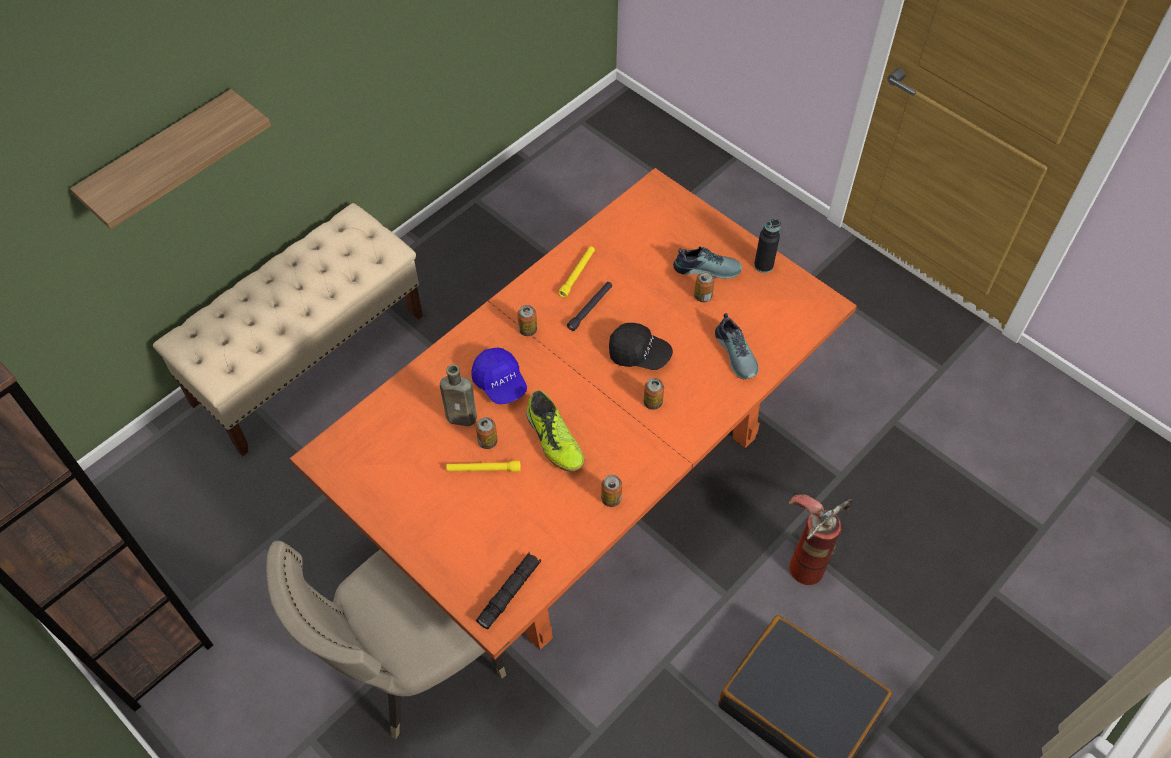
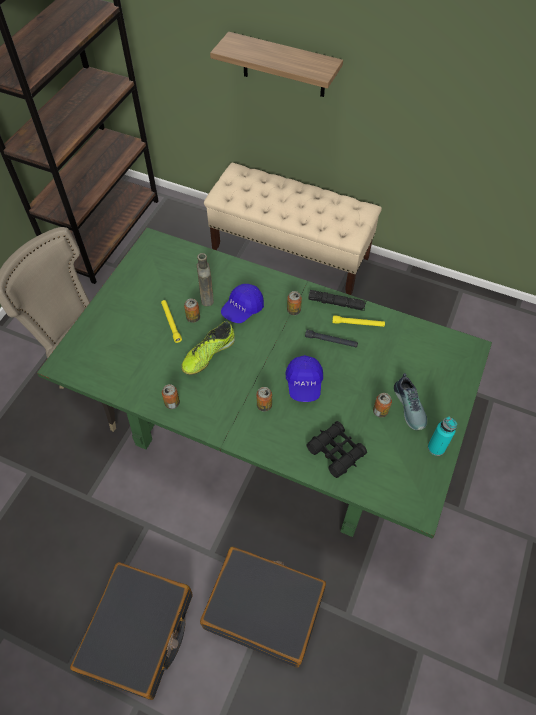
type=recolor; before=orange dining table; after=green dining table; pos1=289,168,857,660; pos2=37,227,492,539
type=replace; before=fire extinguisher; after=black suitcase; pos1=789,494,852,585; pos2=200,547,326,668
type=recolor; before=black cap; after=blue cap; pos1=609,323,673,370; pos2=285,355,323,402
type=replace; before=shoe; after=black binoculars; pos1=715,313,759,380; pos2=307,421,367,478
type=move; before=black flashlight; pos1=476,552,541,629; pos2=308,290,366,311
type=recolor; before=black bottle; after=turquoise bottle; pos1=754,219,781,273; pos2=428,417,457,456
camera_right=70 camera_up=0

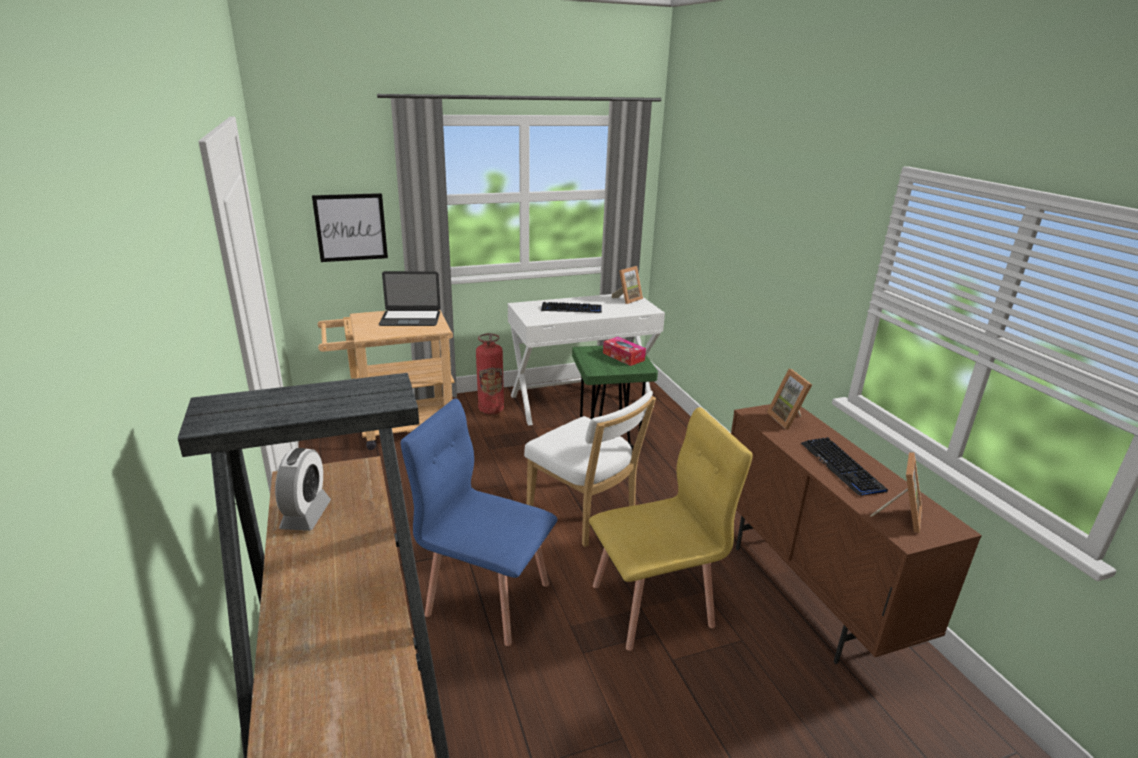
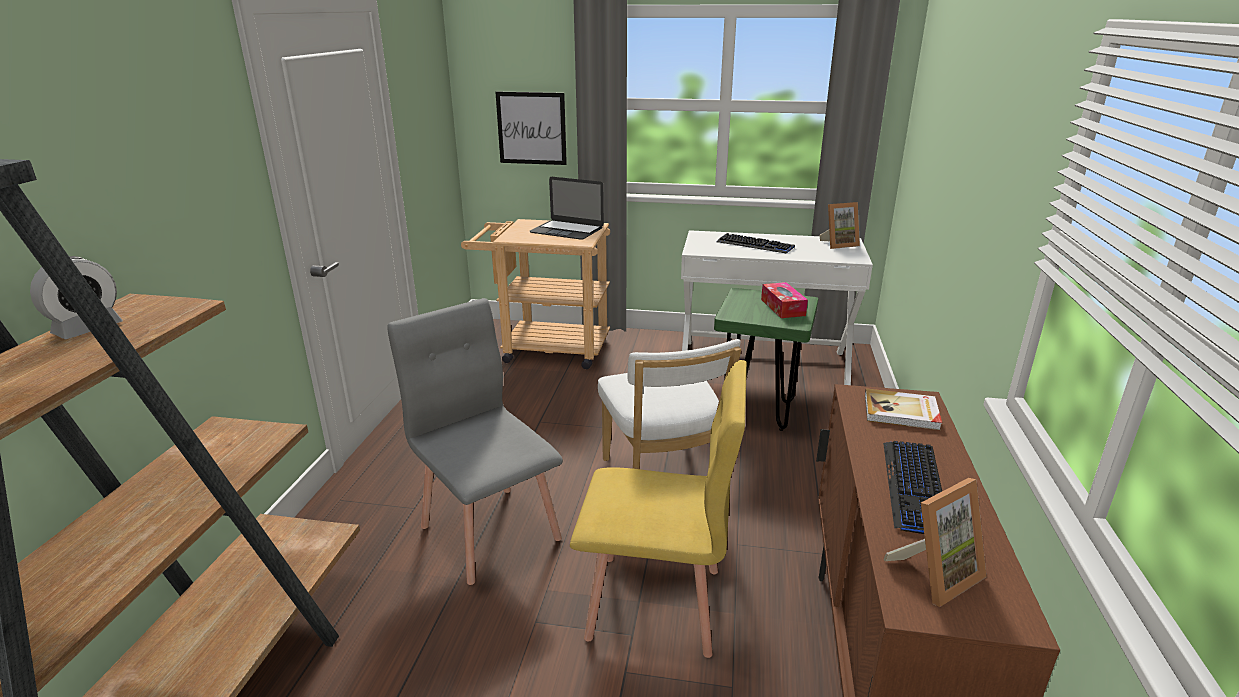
type=recolor; before=blue chair; after=grey chair; pos1=401,398,557,646; pos2=387,298,563,585
type=replace; before=picture frame; after=book; pos1=767,369,812,430; pos2=865,388,942,430
type=delete; before=fire extinguisher; pos1=476,333,504,414
camera_right=30 camera_up=0

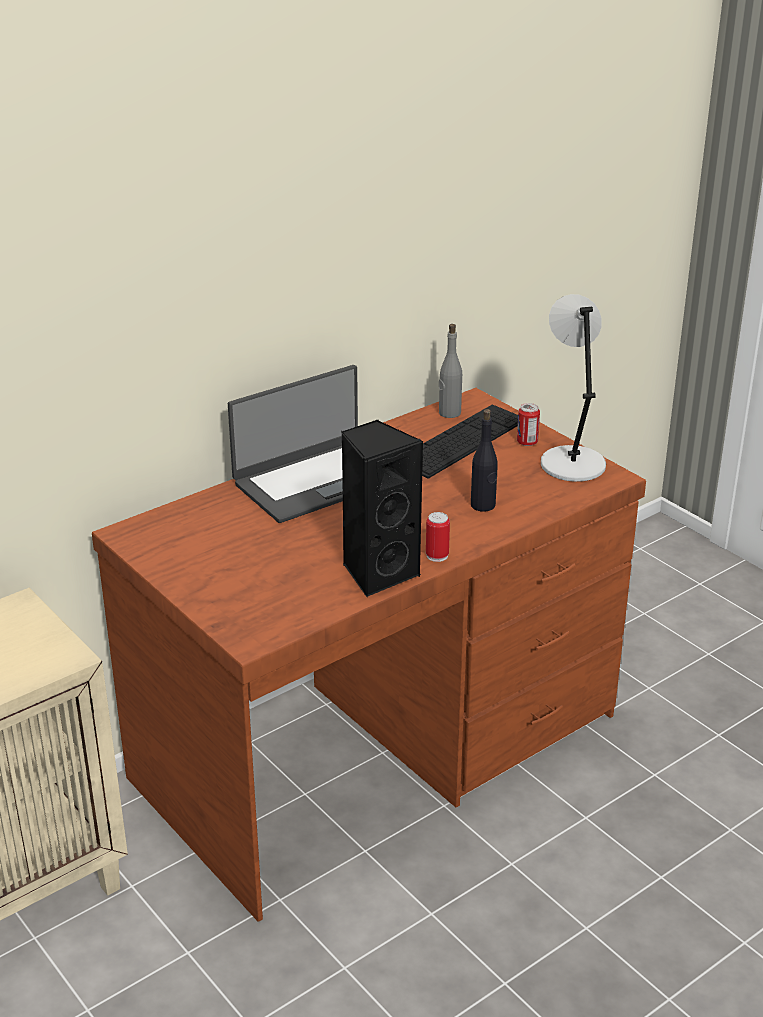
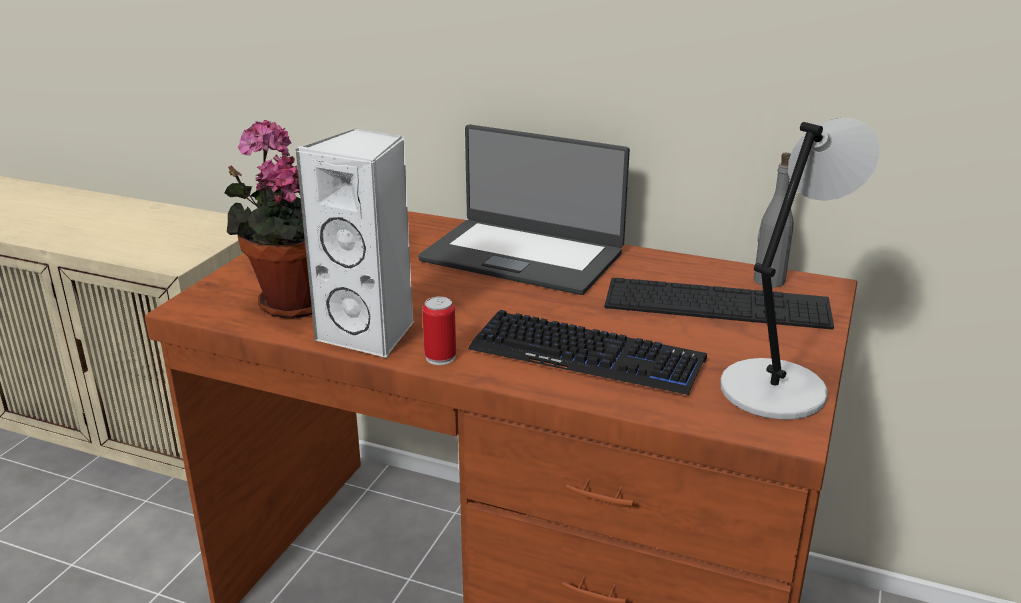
type=insert; after=potted plant; pos2=224,120,312,318
type=recolor; before=black speaker; after=white speaker; pos1=341,419,423,598; pos2=294,129,414,360
type=replace; before=black bottle; after=keyboard; pos1=471,409,498,512; pos2=468,310,707,395
type=delete; before=can; pos1=517,403,540,446
camera_right=60 camera_up=-5

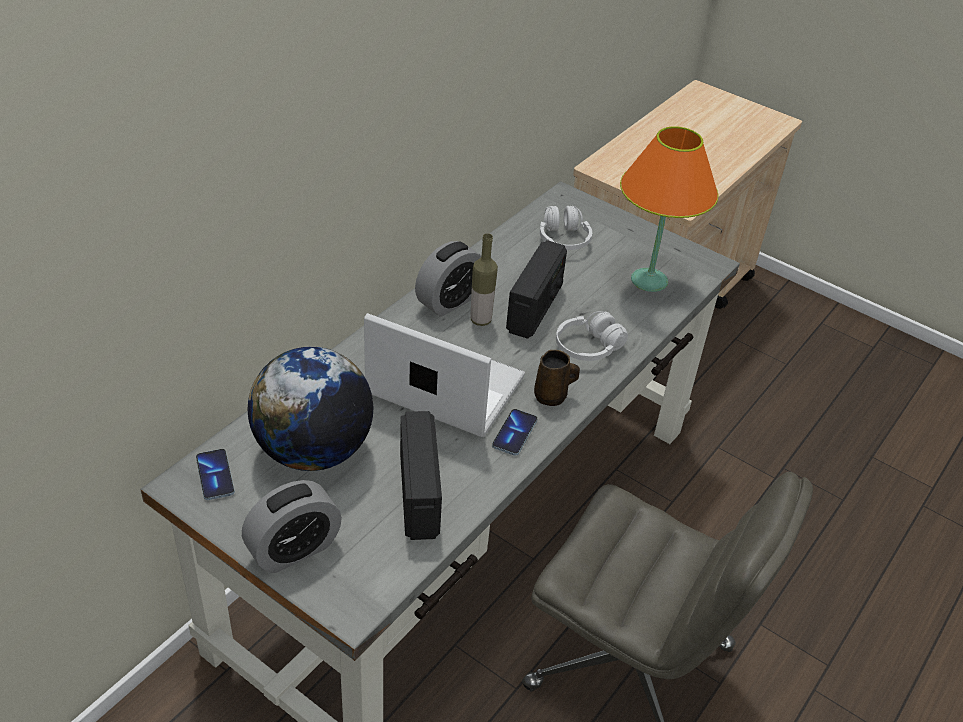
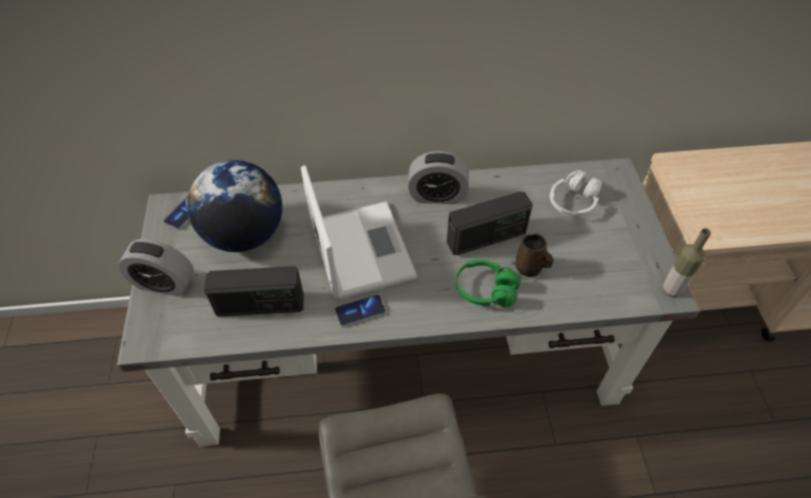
type=rotate; before=radio; pos1=400,411,442,540; pos2=204,266,304,317; turn=45
type=recolor; before=white headphones; after=green headphones; pos1=556,311,628,361; pos2=456,260,521,307
type=move; before=brown mug; pos1=534,350,580,406; pos2=515,234,554,277
type=move; before=bottle; pos1=470,233,498,326; pos2=663,228,711,297
type=delete; before=orange table lamp; pos1=620,126,718,292
camera_right=50 camera_up=10

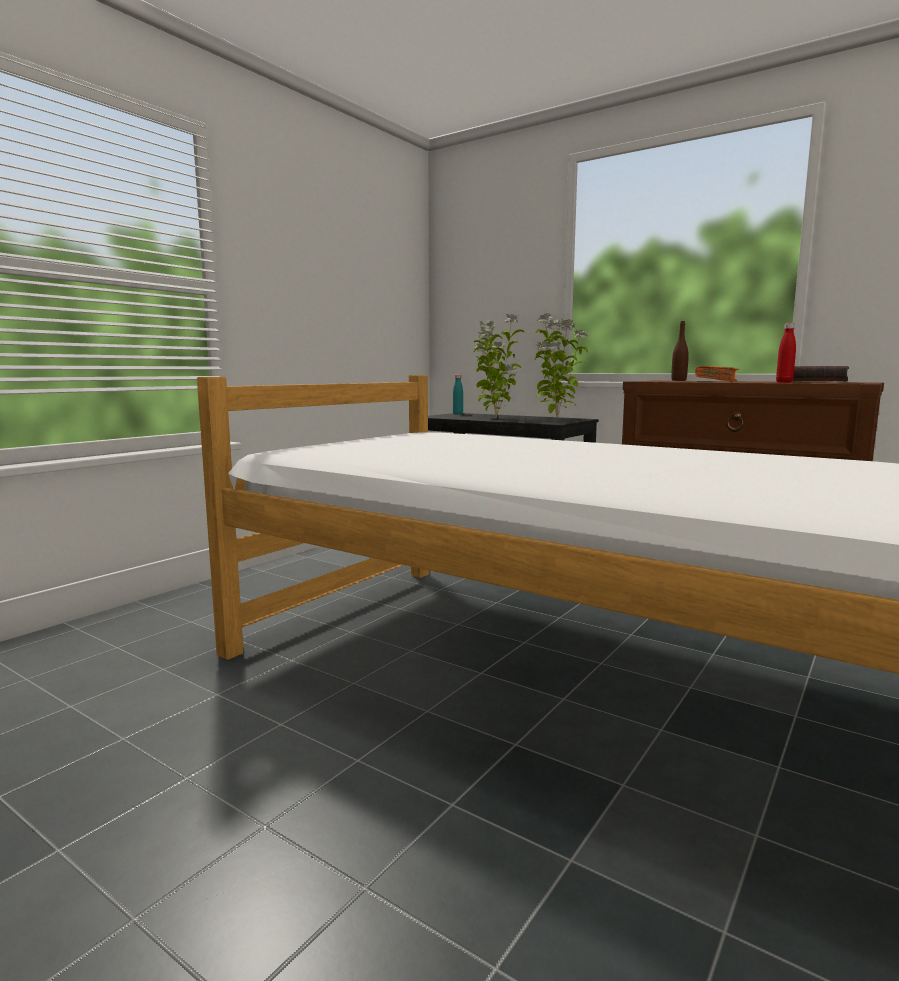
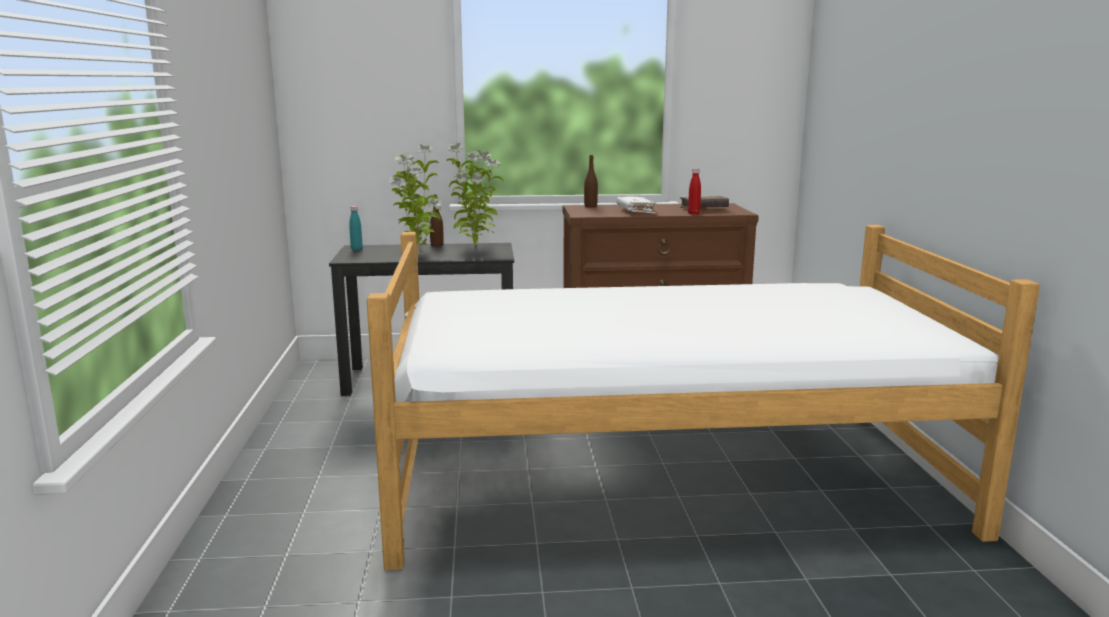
type=insert; after=brown bottle; pos2=430,195,444,247
type=recolor; before=orange book; after=white book; pos1=695,366,739,382; pos2=616,196,657,214
camera_right=-40 camera_up=5

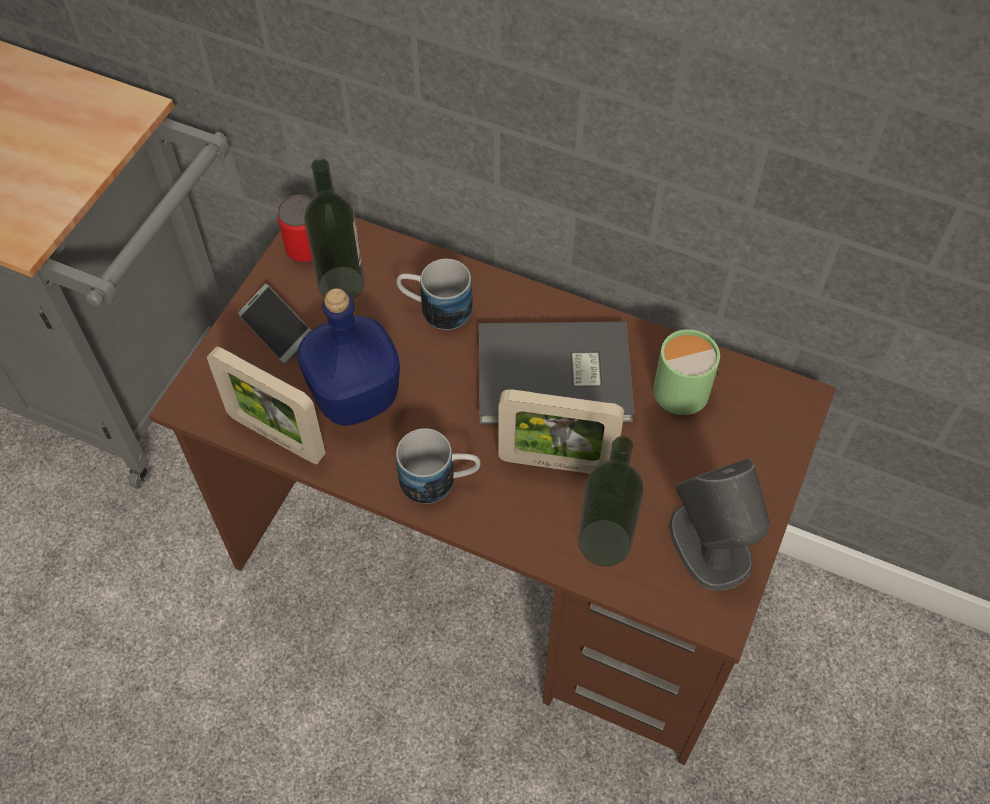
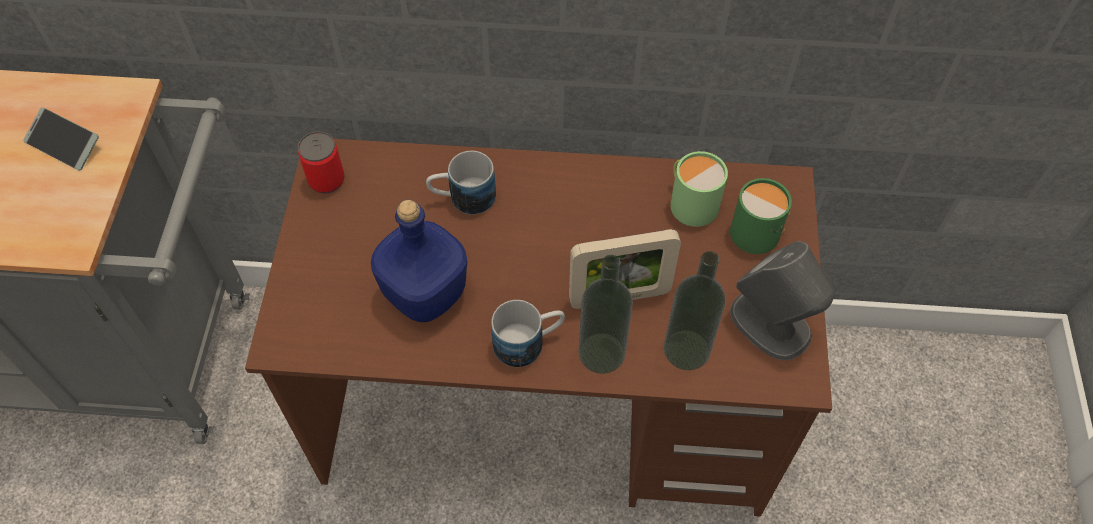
type=move; before=phone; pos1=238,284,312,363; pos2=23,107,99,170
type=move; before=bottle; pos1=304,159,364,299; pos2=578,255,633,374
type=insert; after=green mug; pos2=730,178,792,254
type=delete; before=picture frame; pos1=207,347,326,464
type=delete; before=grey book; pos1=479,322,634,424
camera_right=-20 camera_up=0

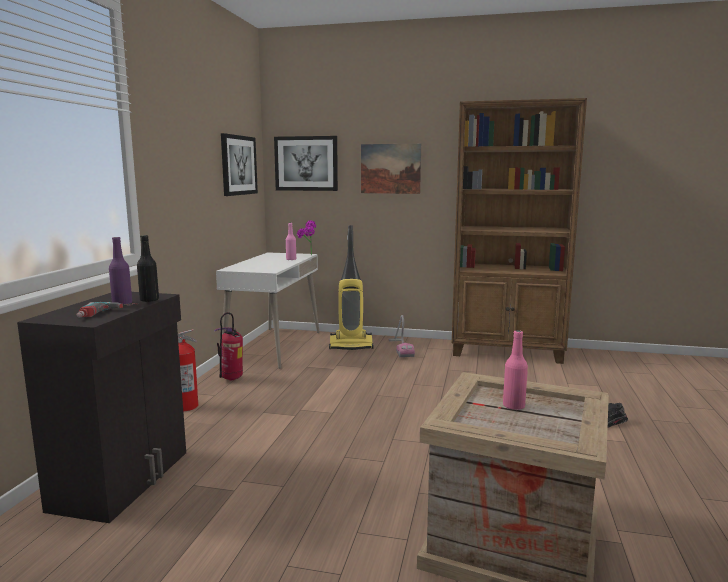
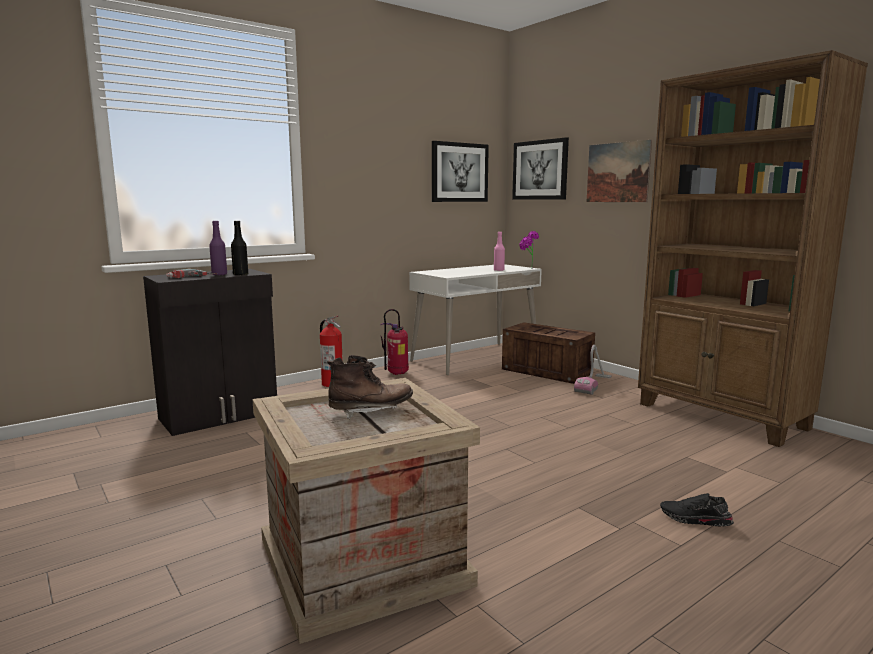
type=replace; before=pink bottle; after=brown boot; pos1=503,330,528,410; pos2=327,355,413,419
type=replace; before=vacuum cleaner; after=crate; pos1=329,225,373,350; pos2=502,322,595,384
camera_right=40 camera_up=0

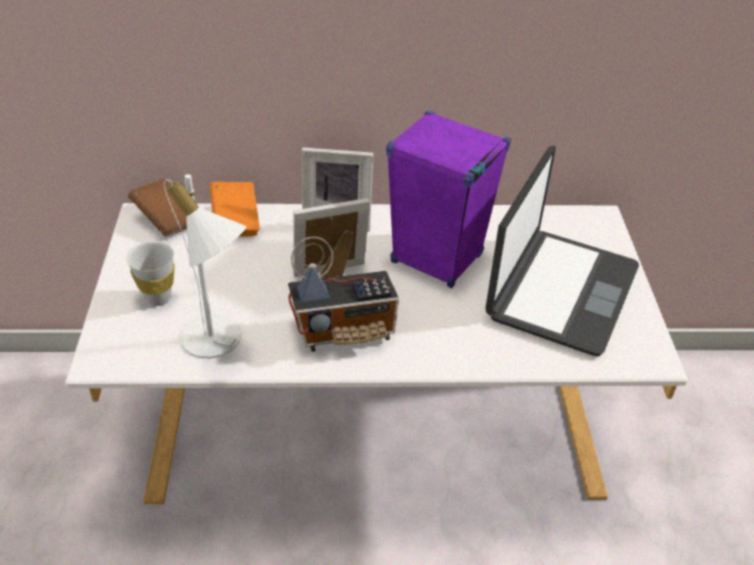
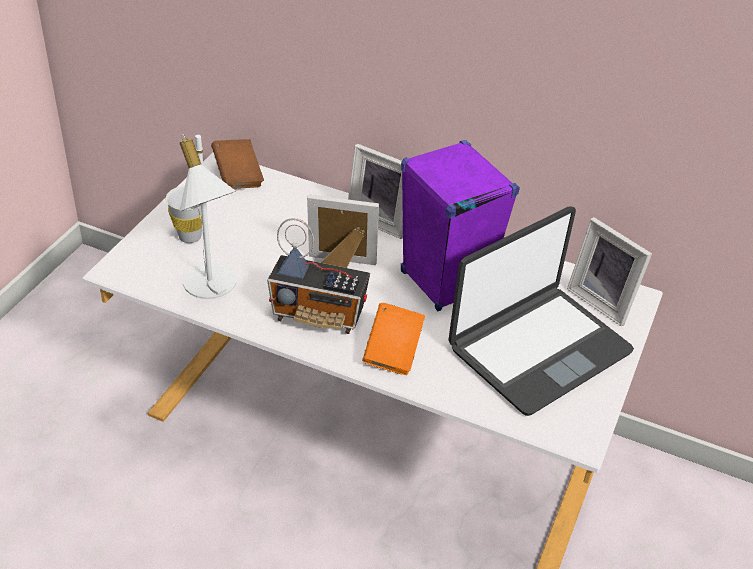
type=move; before=orange book; pos1=210,182,260,236; pos2=362,303,425,375
type=insert; after=picture frame; pos2=567,217,652,326
camera_right=25 camera_up=0

